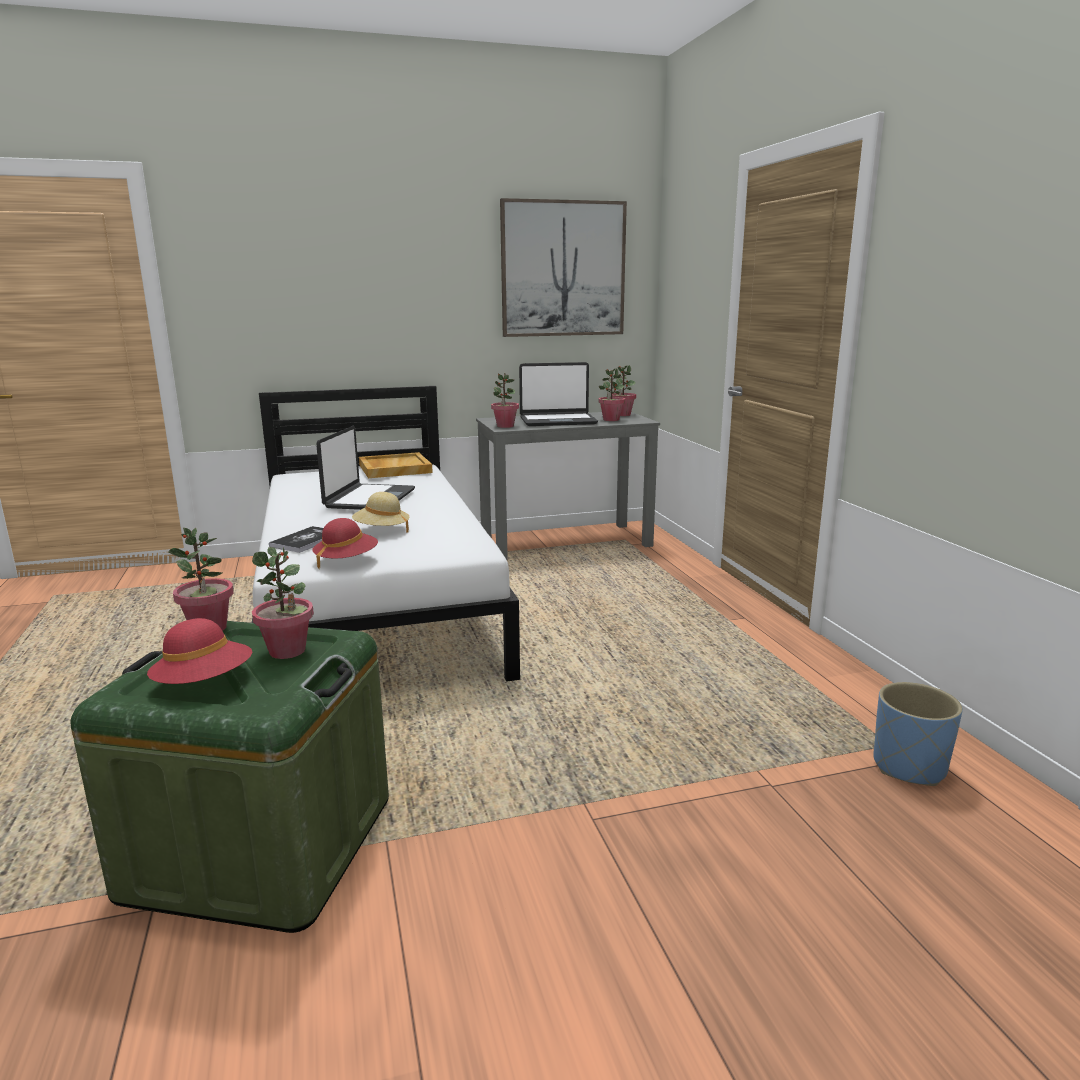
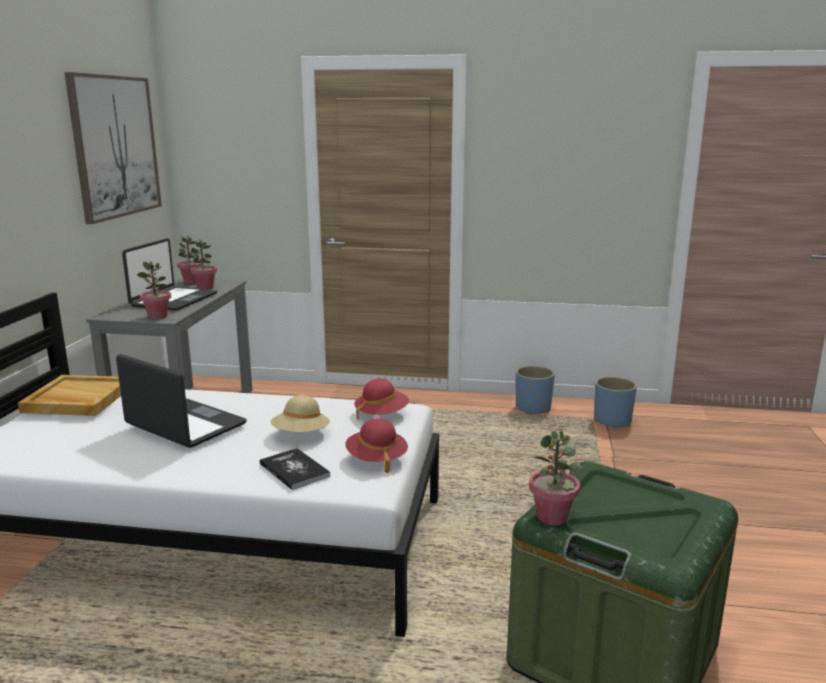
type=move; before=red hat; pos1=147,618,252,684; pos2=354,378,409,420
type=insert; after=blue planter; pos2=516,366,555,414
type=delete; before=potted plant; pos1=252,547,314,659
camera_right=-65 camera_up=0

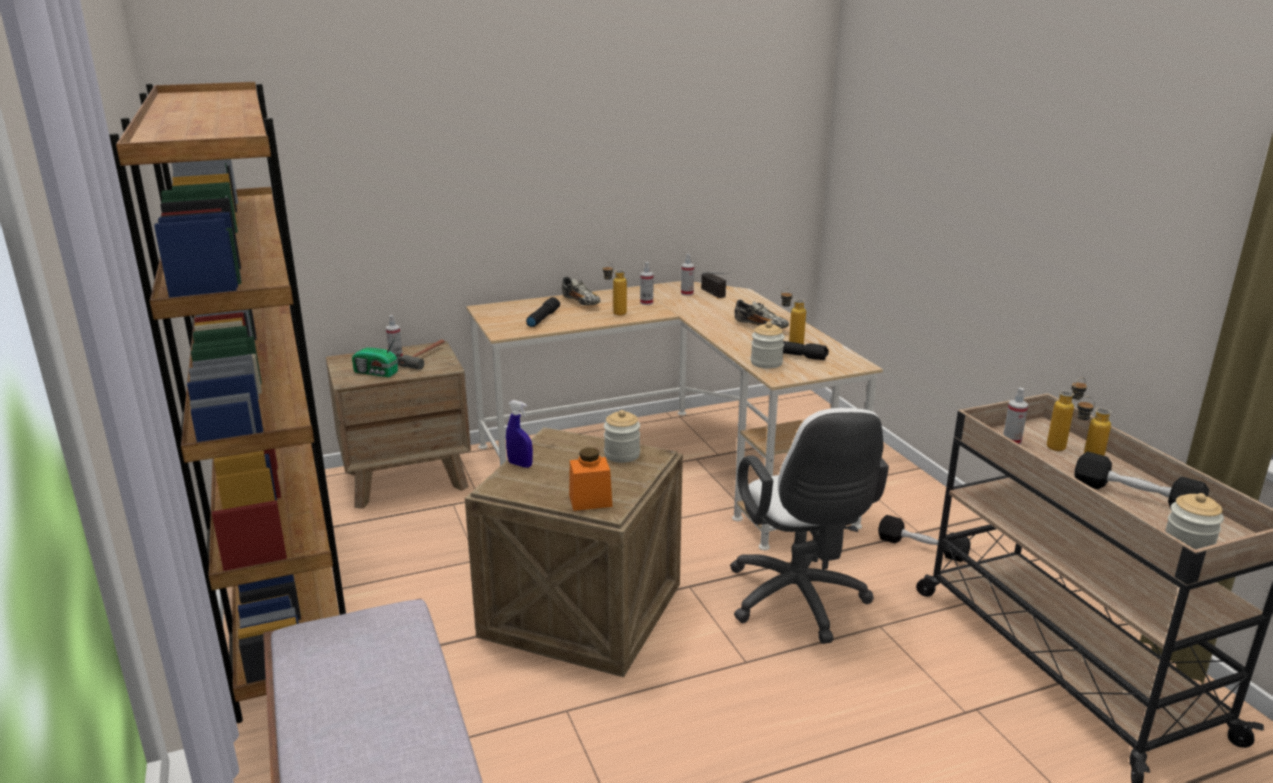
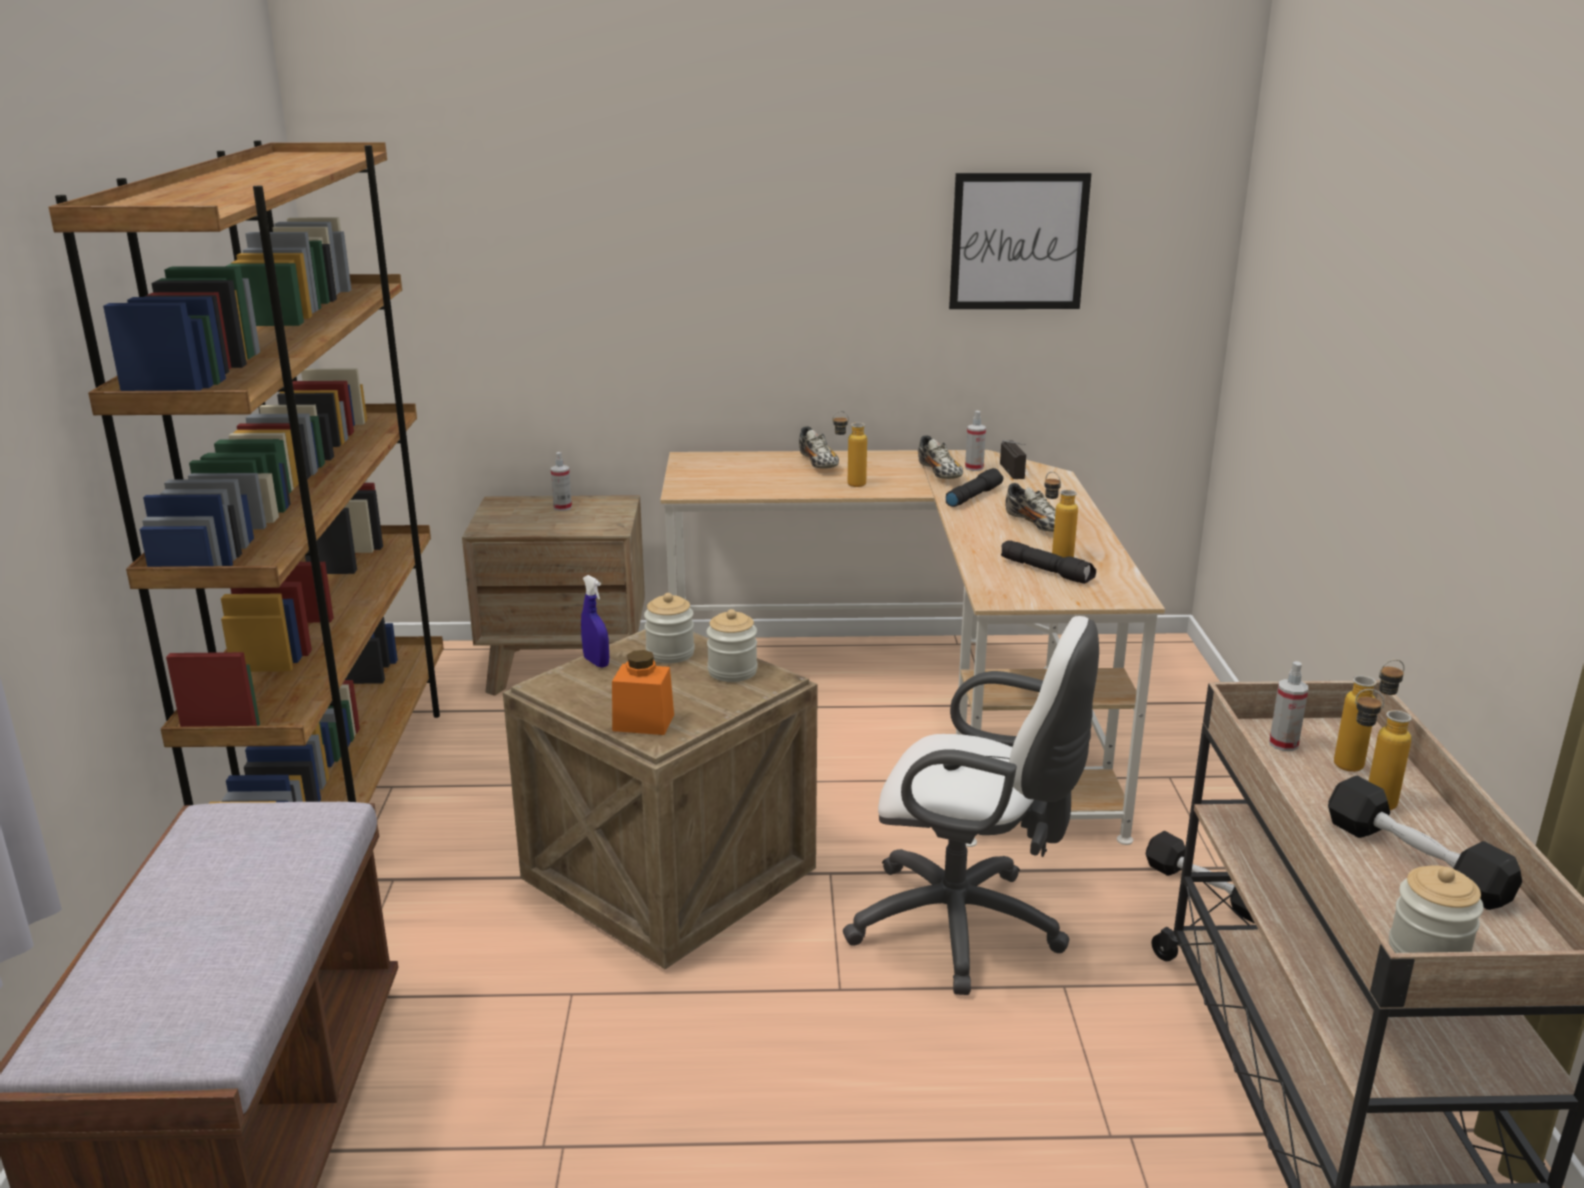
type=move; before=jar; pos1=751,322,785,369; pos2=644,593,695,664
type=rotate; before=white office chair; pos1=730,408,889,644; pos2=843,616,1099,995; turn=-75
type=insert; after=shoe; pos2=918,435,963,479
type=move; before=black flashlight; pos1=526,297,560,327; pos2=946,468,1003,507
type=insert; after=picture; pos2=949,173,1091,309
type=delete; before=radio; pos1=352,334,398,377
type=delete; before=hammer; pos1=395,340,445,370
type=delete; before=spray bottle; pos1=640,262,654,305
camera_right=20 camera_up=0

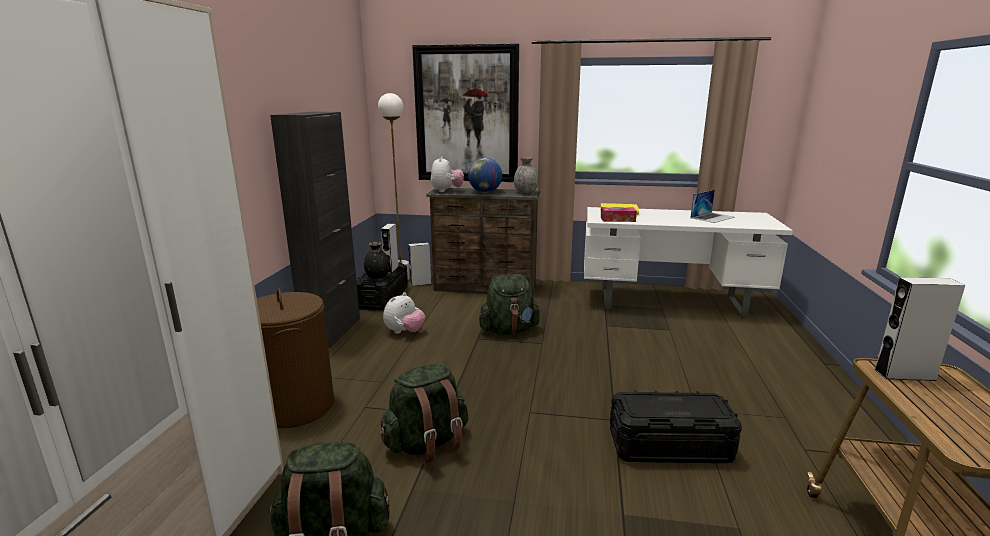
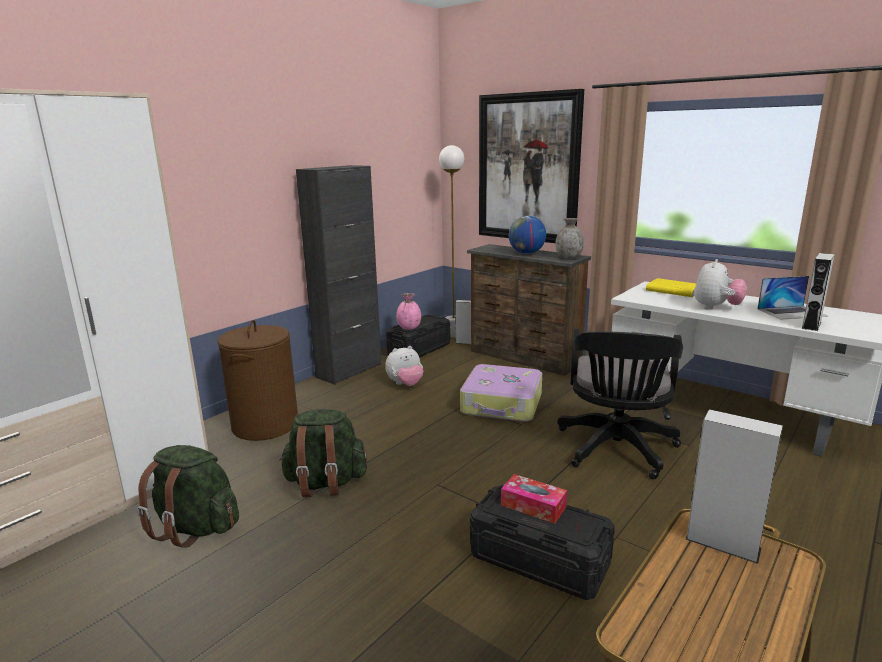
type=recolor; before=black vase; after=pink vase; pos1=364,242,390,279; pos2=396,293,421,330
type=replace; before=green backpack; after=suitcase; pos1=479,274,541,335; pos2=460,364,542,422
type=move; before=tissue box; pos1=601,207,637,222; pos2=501,474,567,524
type=insert; after=black office chair; pos2=557,328,683,480
type=move; before=plush toy; pos1=431,156,464,192; pos2=694,259,747,310
type=move; before=grey speaker; pos1=381,224,398,273; pos2=801,253,835,331
camera_right=30 camera_up=0

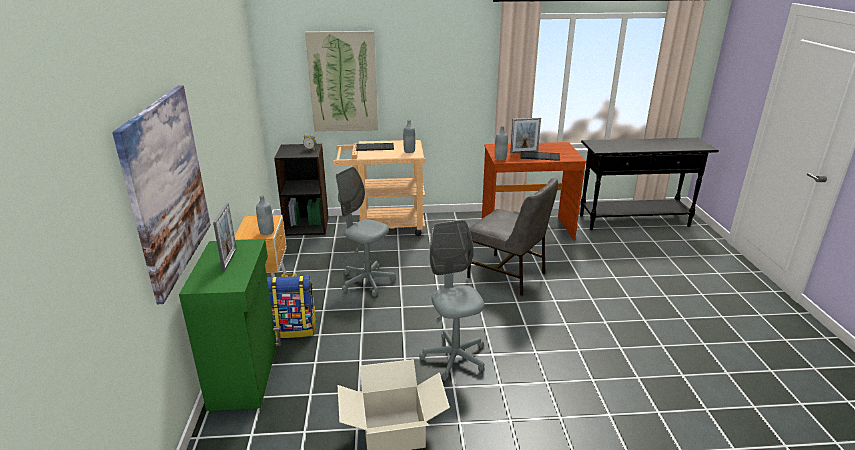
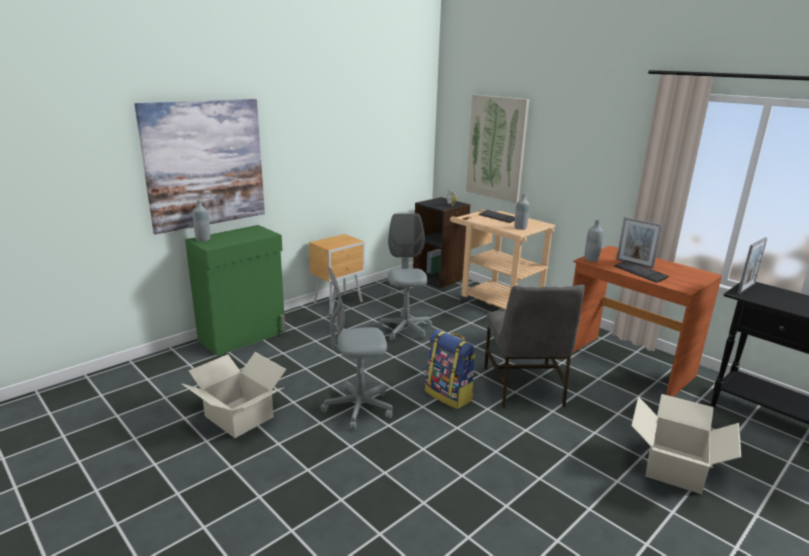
type=move; before=grey bottle; pos1=256,195,274,235; pos2=193,200,210,242
type=rotate; before=grey office chair; pos1=419,220,485,381; pos2=321,267,393,430; turn=-135
type=move; before=backpack; pos1=267,273,317,338; pos2=425,330,476,409
type=insert; after=cardboard box; pos2=632,394,741,494
type=move; before=picture frame; pos1=213,202,237,272; pos2=738,237,768,294
camera_right=50 camera_up=-5

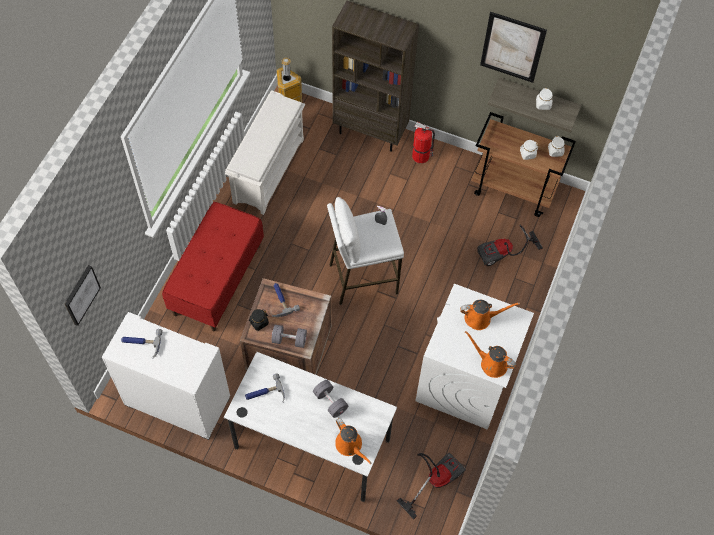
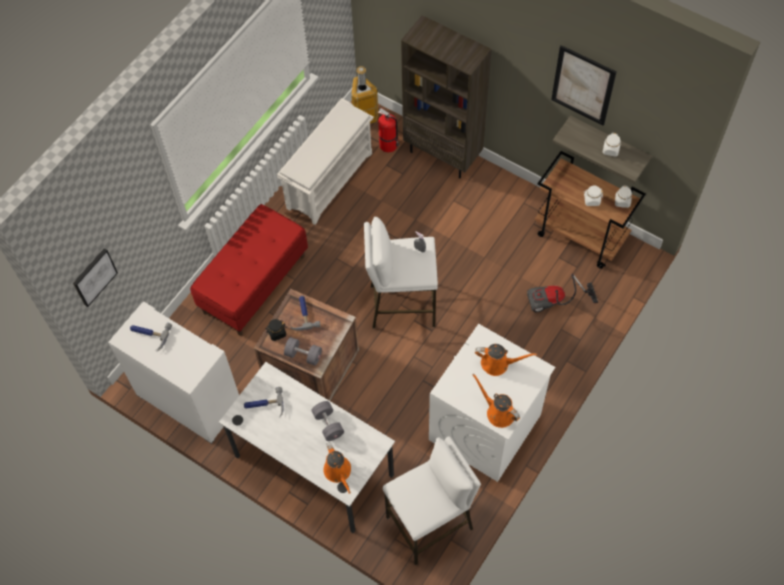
type=move; before=fire extinguisher; pos1=412,122,435,163; pos2=378,108,399,153
type=replace; before=vacuum cleaner; after=white stool; pos1=396,453,466,520; pos2=383,437,481,565
camera_right=15 camera_up=0

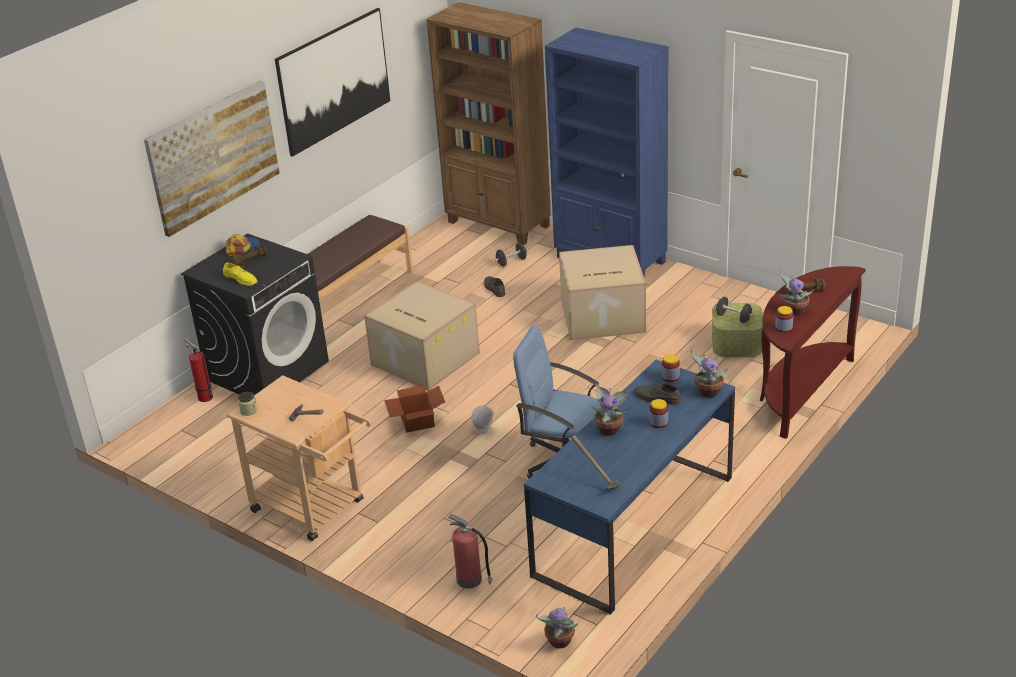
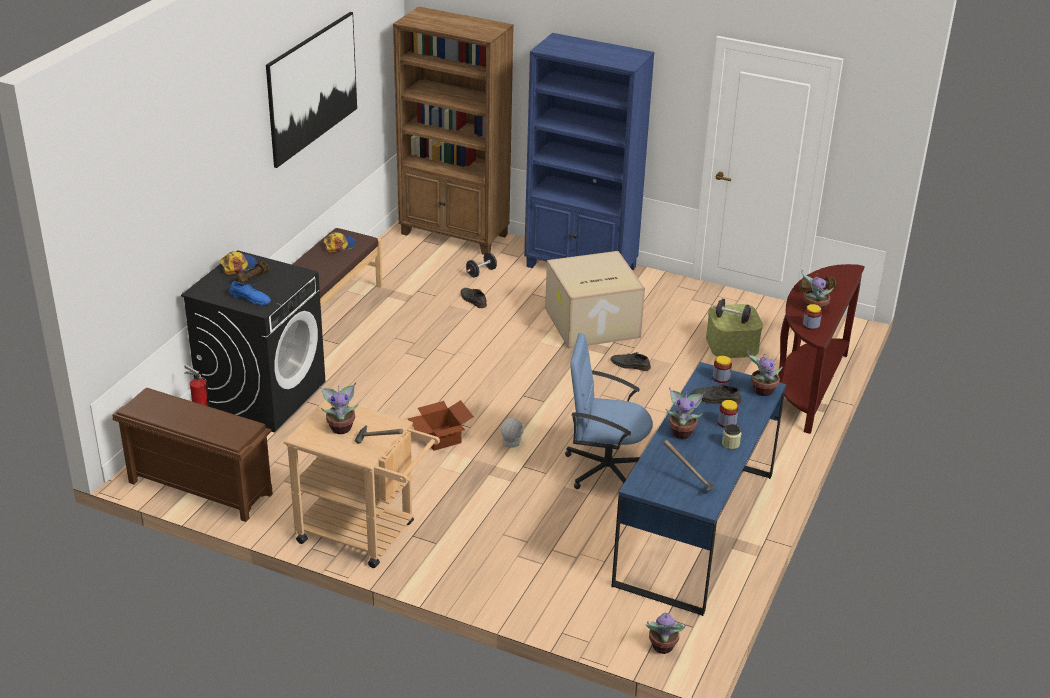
type=insert; after=brown shoe rack; pos2=112,388,273,522
type=recolor; before=yellow shoe; after=blue shoe; pos1=223,263,257,286; pos2=229,281,271,305
type=insert; after=potted plant; pos2=319,382,359,434
type=insert; after=cap; pos2=323,232,356,253
type=insert; after=grey shoe; pos2=611,352,651,371
type=move; before=jar; pos1=238,392,257,416; pos2=722,424,742,449
type=delete; before=picture; pos1=144,81,280,237
type=delete; before=cardboard box; pos1=364,281,480,390
type=delete; before=fire extinguisher; pos1=448,514,492,589
camera_right=-15 camera_up=0

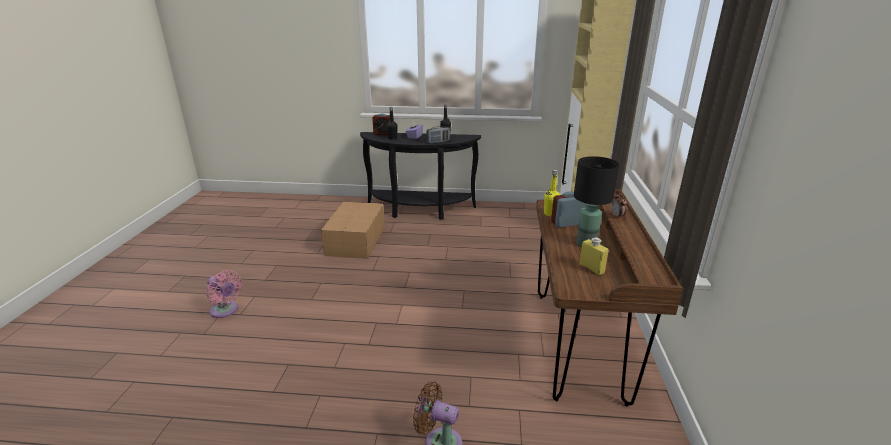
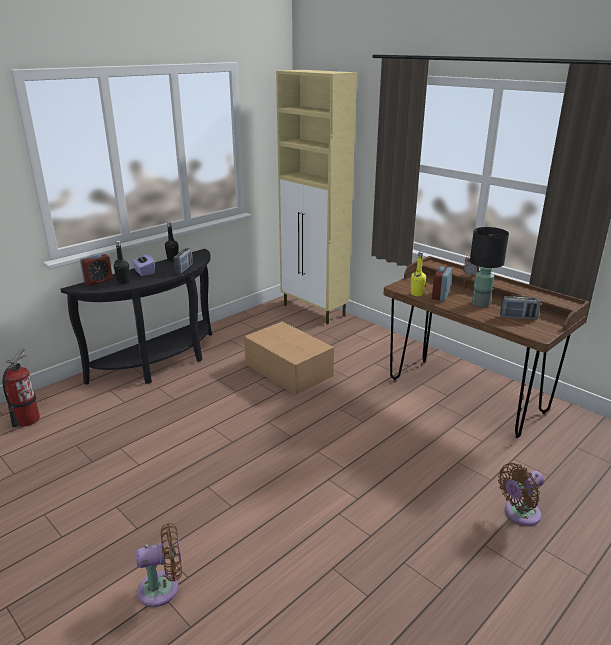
type=insert; after=fire extinguisher; pos2=3,348,40,427
type=recolor; before=pink fan; after=brown fan; pos1=206,270,242,318; pos2=136,523,182,607
type=move; before=cardboard box; pos1=321,202,385,259; pos2=244,322,334,395
type=replace; before=yellow bottle; after=radio; pos1=579,237,609,275; pos2=500,295,541,319
camera_right=-50 camera_up=0

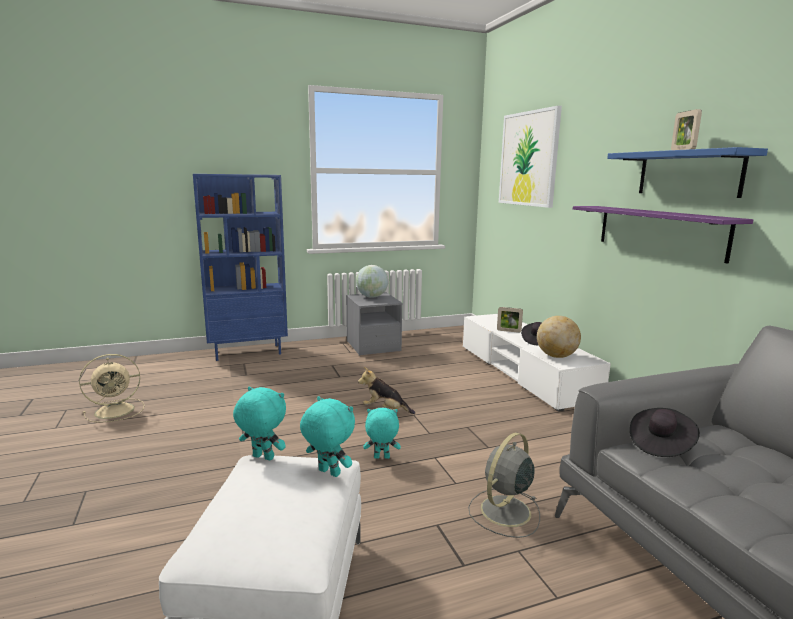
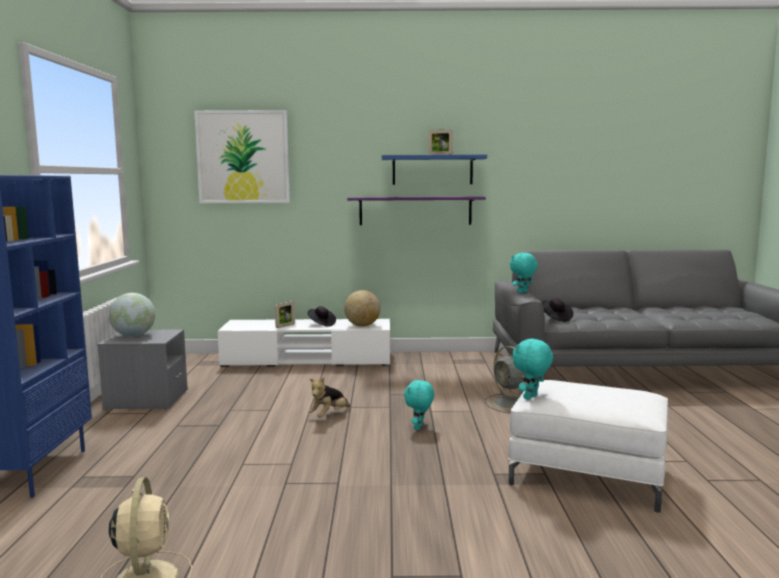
type=move; before=turquoise plush toy; pos1=300,396,355,477; pos2=510,253,538,293
camera_right=-70 camera_up=-5

